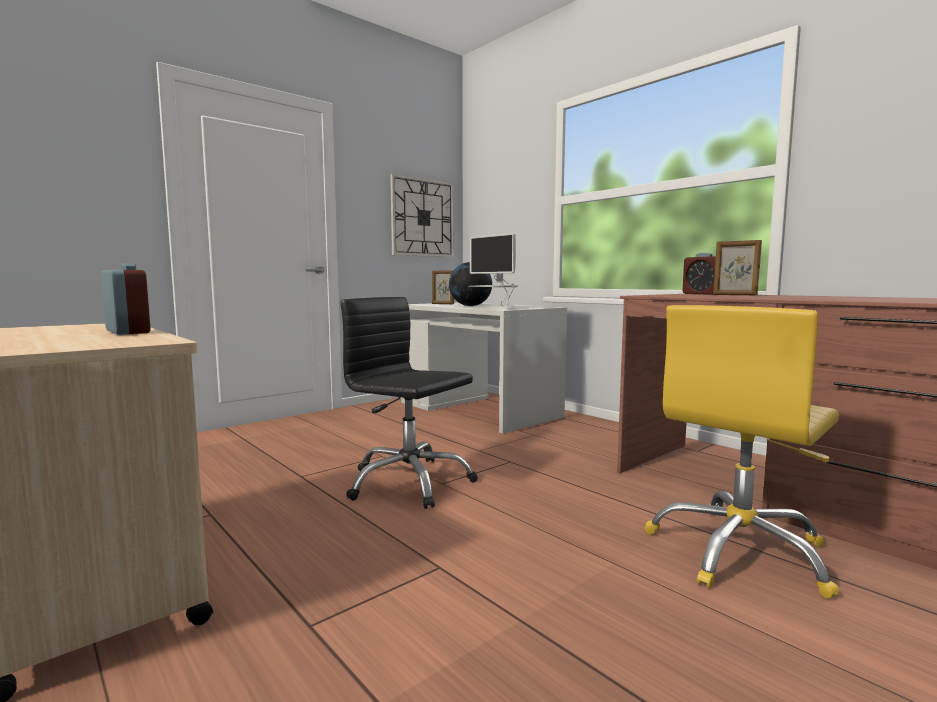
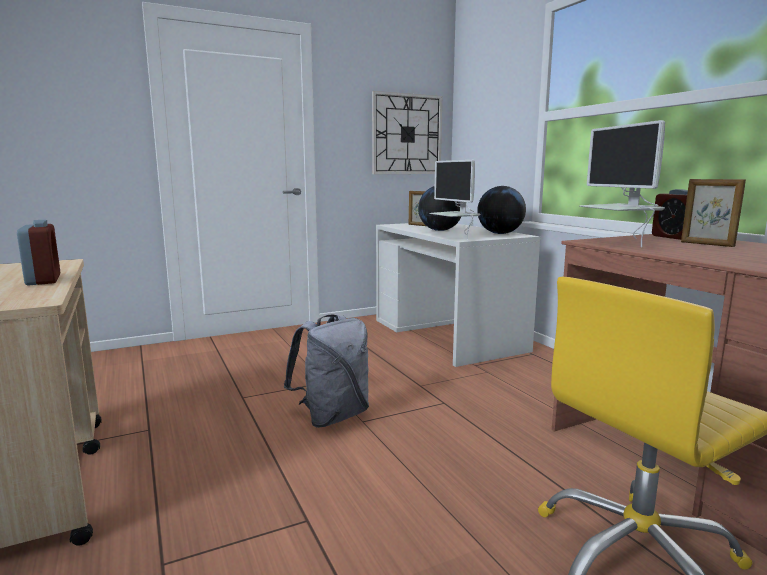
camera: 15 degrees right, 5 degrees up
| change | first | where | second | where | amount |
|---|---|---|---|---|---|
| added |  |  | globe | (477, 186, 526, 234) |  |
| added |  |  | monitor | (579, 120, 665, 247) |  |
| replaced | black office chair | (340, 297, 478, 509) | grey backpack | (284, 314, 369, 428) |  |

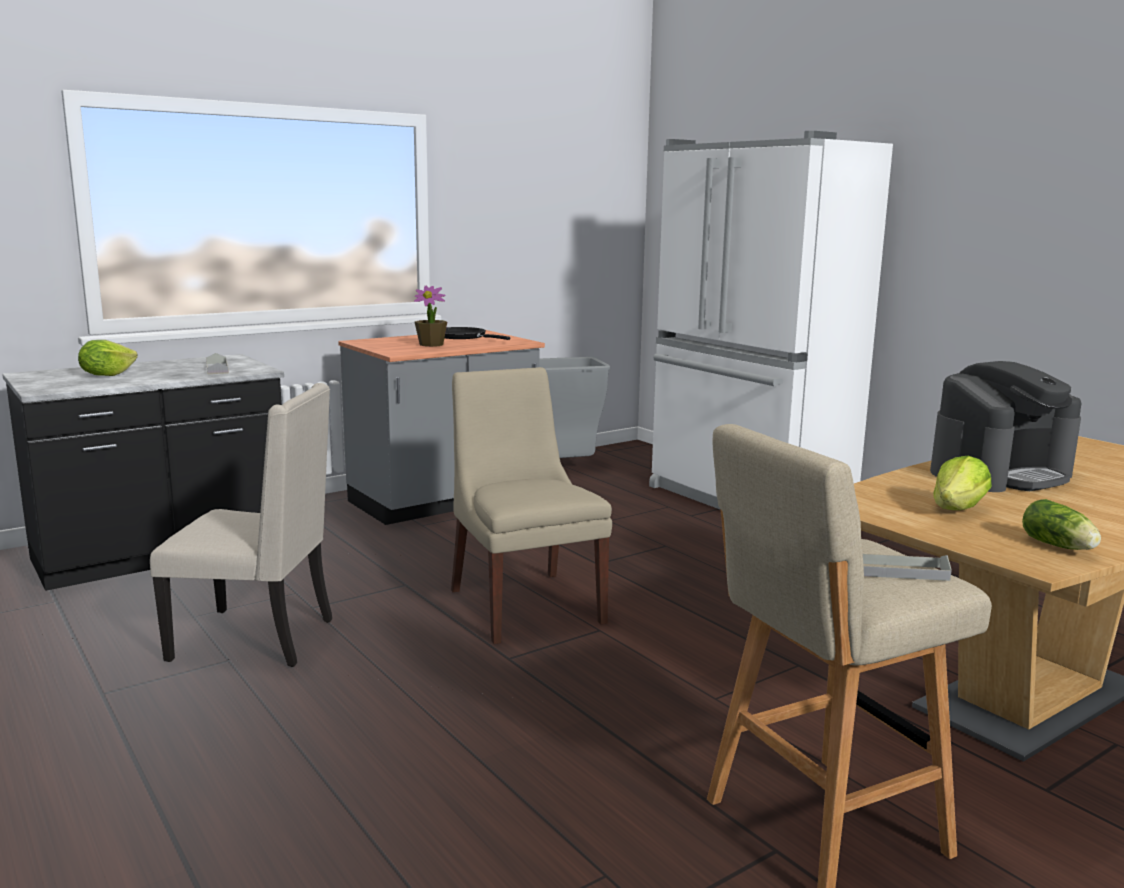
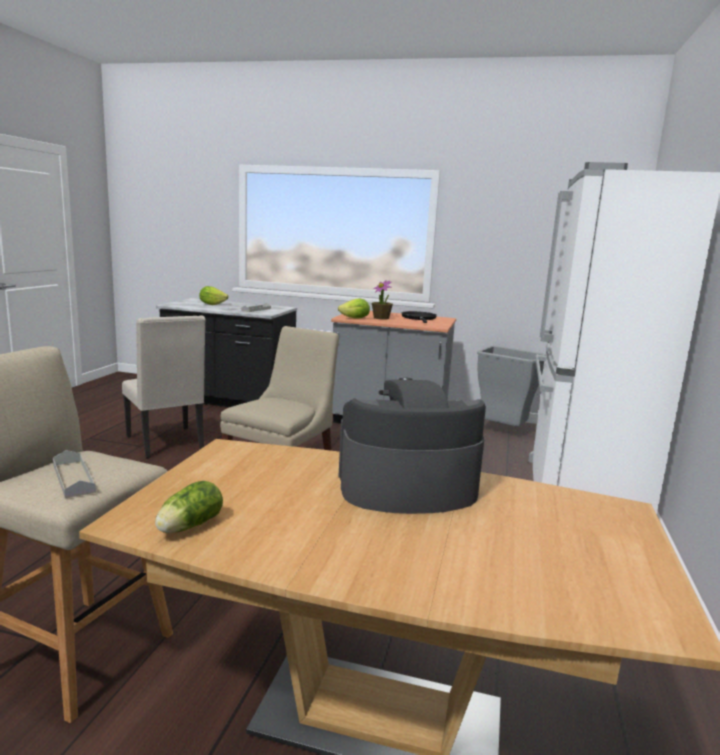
camera: 50 degrees right, 0 degrees up
| change | first | where | second | where | amount |
|---|---|---|---|---|---|
| moved | lettuce | (933, 456, 992, 510) |  | (338, 299, 370, 318) |  |
| turned | coffee machine | (930, 361, 1081, 492) |  | (338, 378, 486, 514) | 150 degrees clockwise |

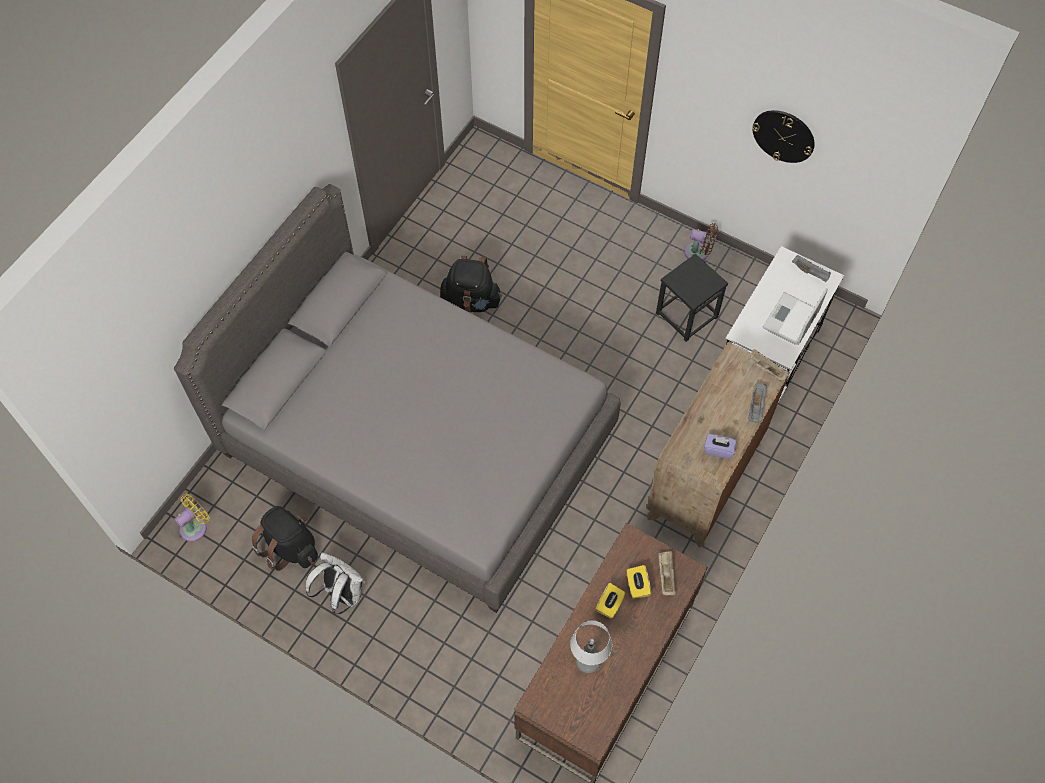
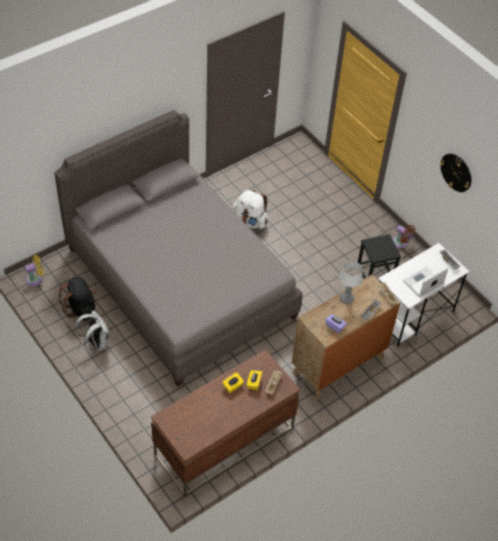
camera: 20 degrees right, 10 degrees down
| change | first | where | second | where | amount |
|---|---|---|---|---|---|
| moved | table lamp | (570, 620, 612, 673) |  | (339, 261, 363, 304) |  |
| recoloured | black backpack | (440, 256, 502, 312) | white backpack | (232, 190, 268, 229) |  |

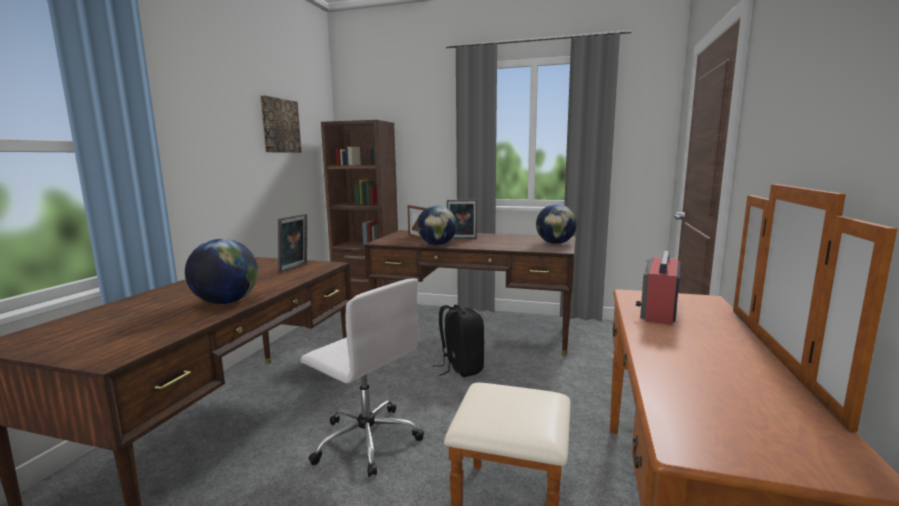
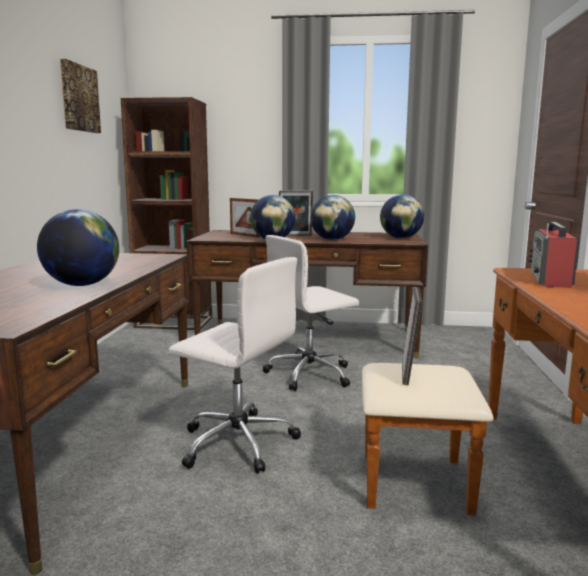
camera: 10 degrees left, 0 degrees up
| change | first | where | second | where | amount |
|---|---|---|---|---|---|
| added |  |  | globe | (310, 195, 355, 240) |  |
| moved | picture frame | (278, 214, 307, 272) |  | (402, 287, 422, 385) |  |
| replaced | black backpack | (433, 305, 484, 377) | white office chair | (263, 235, 359, 391) |  |

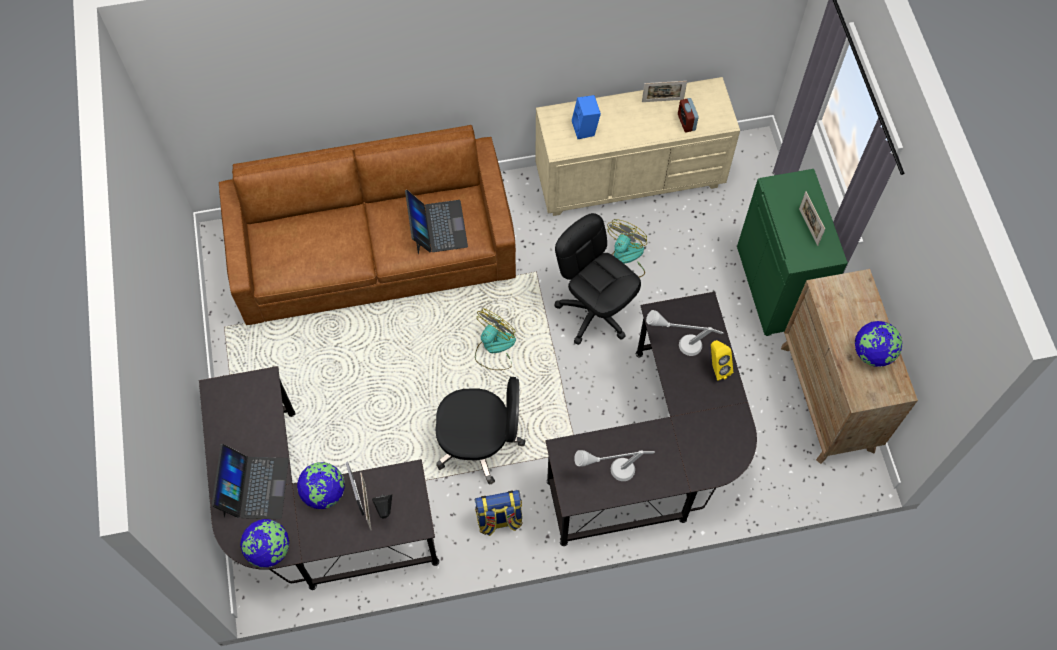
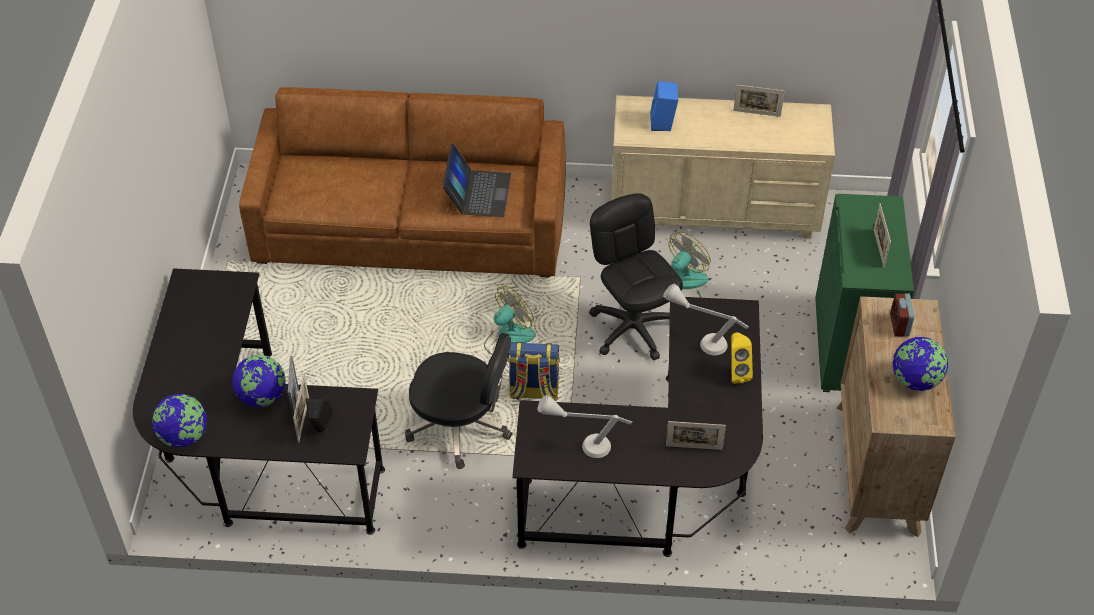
camera: 15 degrees right, 15 degrees down
| change | first | where | second | where | amount |
|---|---|---|---|---|---|
| removed | laptop | (212, 444, 289, 519) |  |  |  |
| added |  |  | picture frame | (666, 421, 726, 450) |  |
| moved | backpack | (475, 490, 523, 536) |  | (508, 342, 560, 401) |  |
| moved | alarm clock | (678, 98, 699, 133) |  | (890, 293, 915, 336) |  |

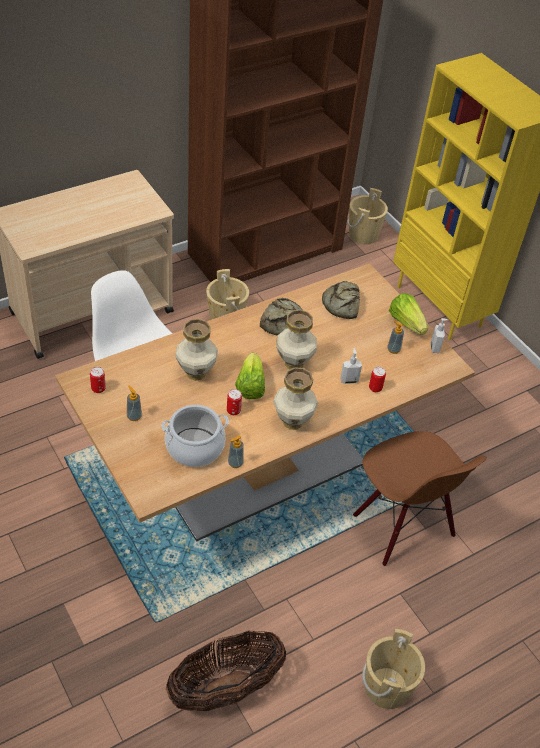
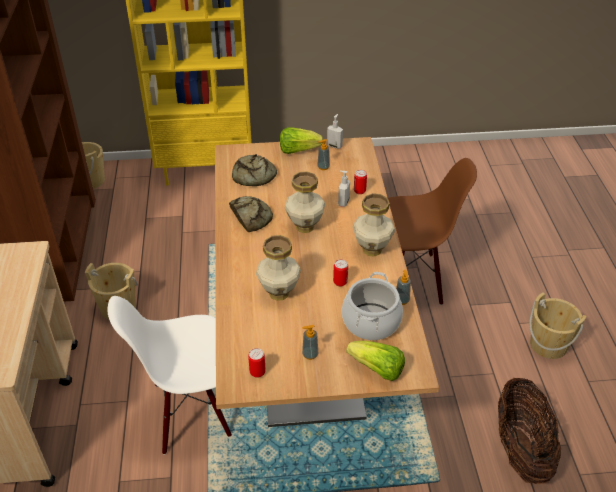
camera: 60 degrees left, 5 degrees down
| change | first | where | second | where | amount |
|---|---|---|---|---|---|
| moved | lettuce | (235, 353, 265, 399) |  | (346, 341, 405, 381) |  |

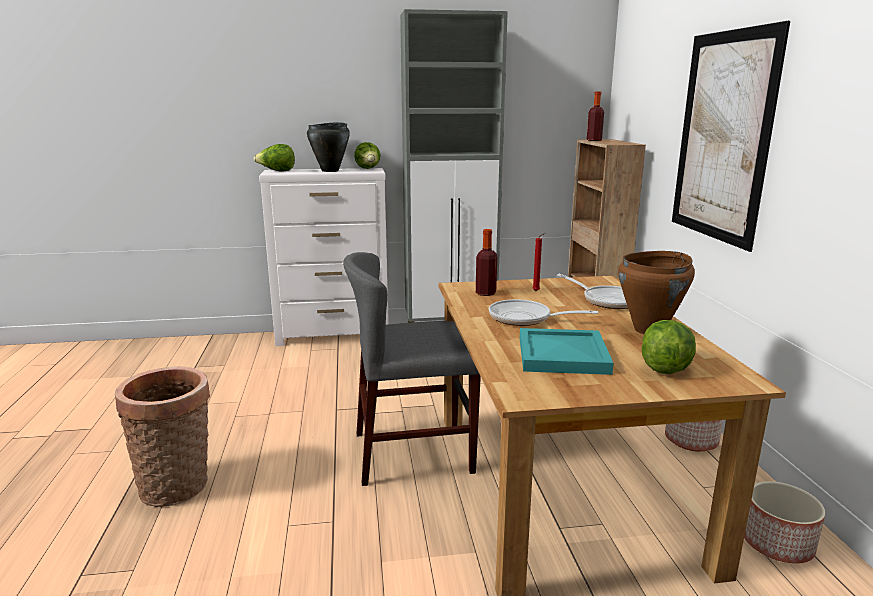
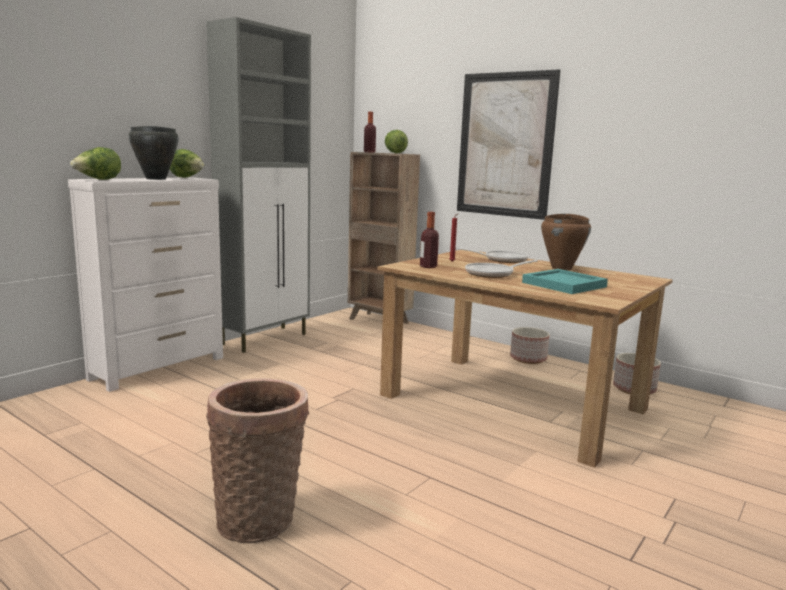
camera: 45 degrees left, 5 degrees down
| change | first | where | second | where | amount |
|---|---|---|---|---|---|
| removed | grey chair | (343, 252, 481, 486) |  |  |  |
| moved | lettuce | (642, 320, 696, 374) |  | (385, 130, 408, 153) |  |

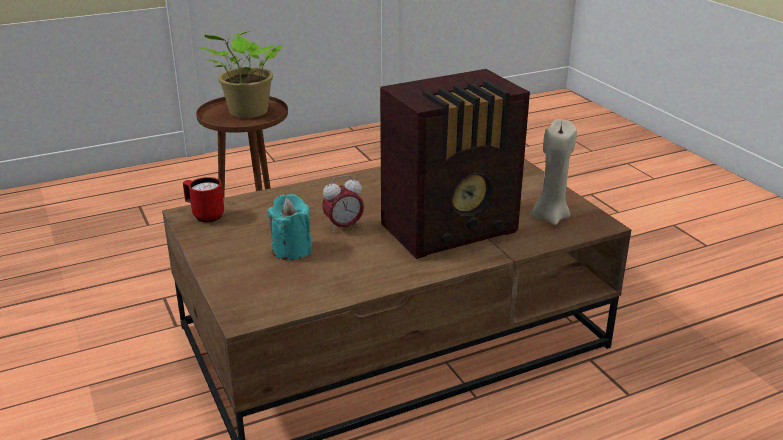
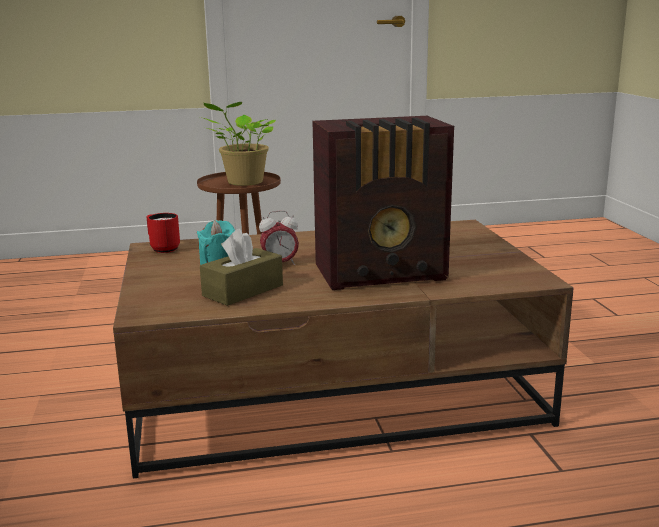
camera: 15 degrees right, 10 degrees down
| change | first | where | second | where | amount |
|---|---|---|---|---|---|
| removed | beige candle | (532, 119, 577, 225) |  |  |  |
| added |  |  | brown tissue box | (200, 229, 283, 306) |  |

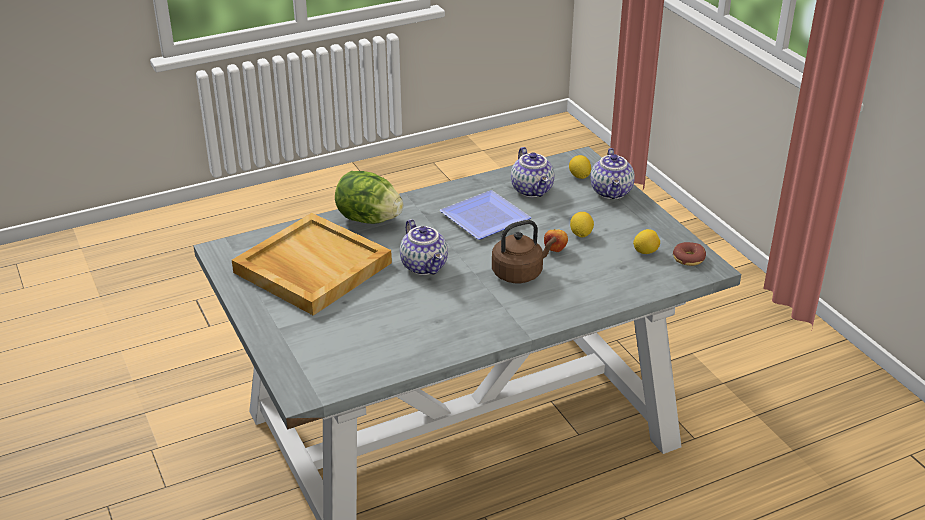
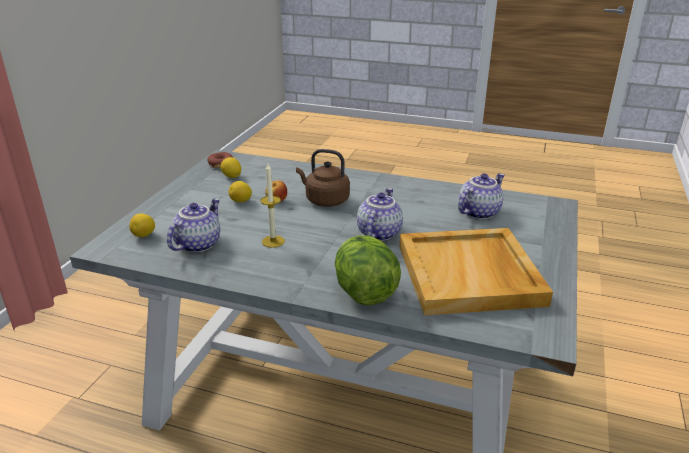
camera: 135 degrees left, 5 degrees down
| change | first | where | second | where | amount |
|---|---|---|---|---|---|
| moved | teapot | (591, 148, 635, 199) |  | (458, 173, 504, 219) |  |
| replaced | plate | (439, 190, 531, 240) | candle | (260, 164, 285, 248) |  |

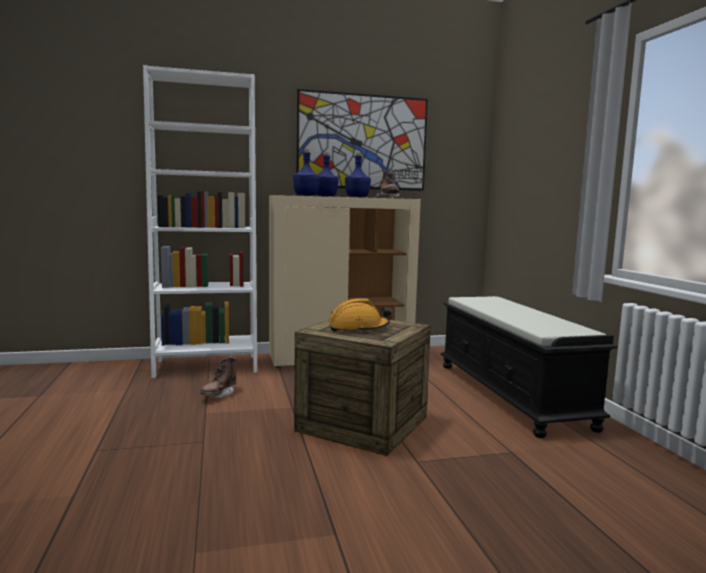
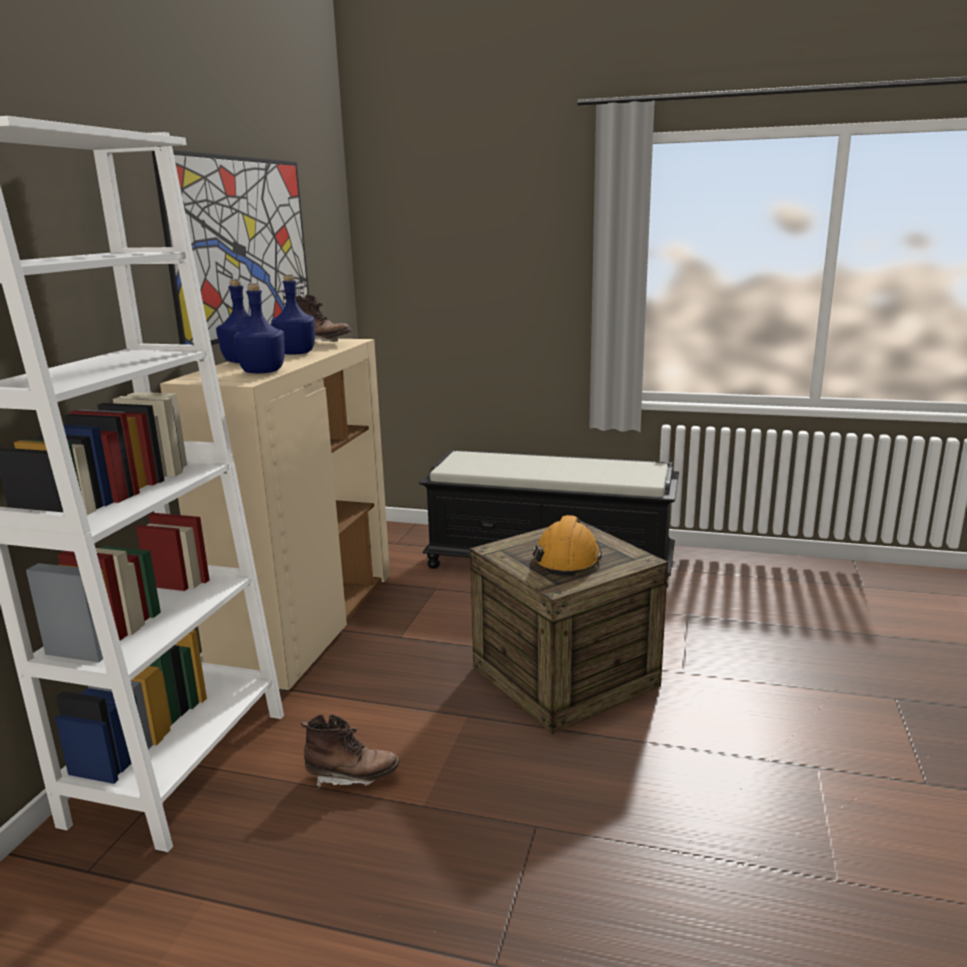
camera: 60 degrees left, 10 degrees up
| change | first | where | second | where | amount |
|---|---|---|---|---|---|
| turned | brown boot | (200, 355, 237, 398) |  | (301, 714, 399, 788) | 45 degrees counterclockwise |

